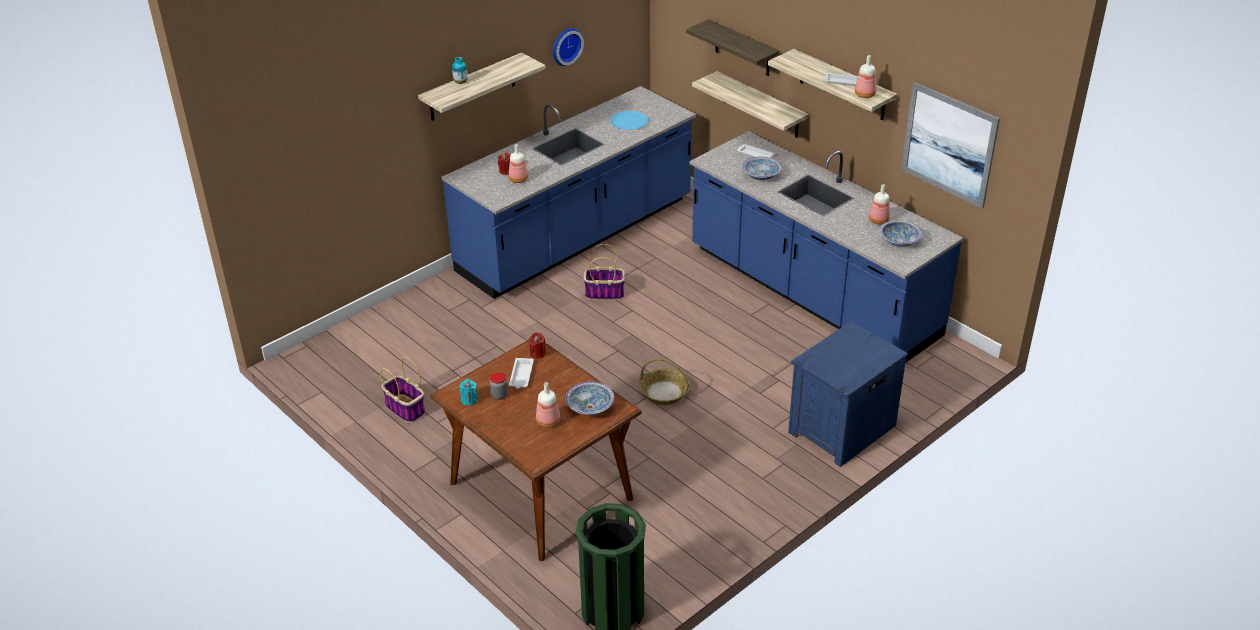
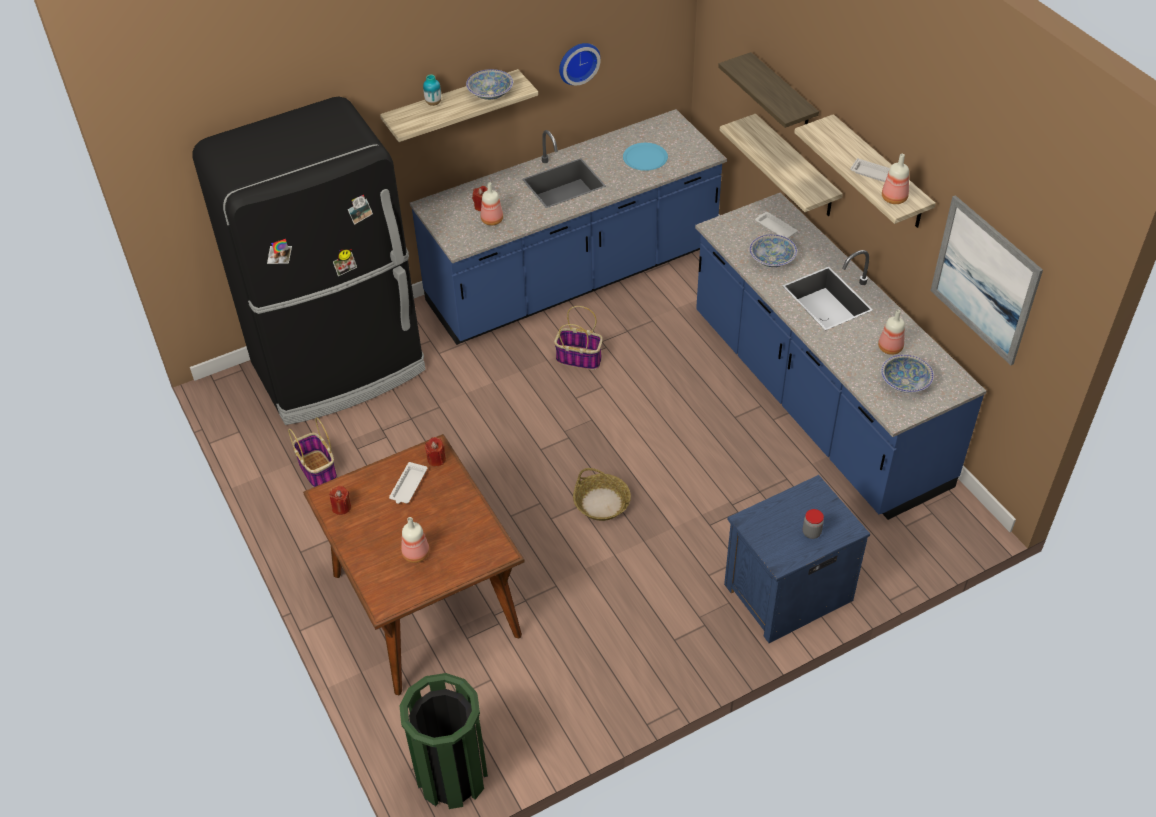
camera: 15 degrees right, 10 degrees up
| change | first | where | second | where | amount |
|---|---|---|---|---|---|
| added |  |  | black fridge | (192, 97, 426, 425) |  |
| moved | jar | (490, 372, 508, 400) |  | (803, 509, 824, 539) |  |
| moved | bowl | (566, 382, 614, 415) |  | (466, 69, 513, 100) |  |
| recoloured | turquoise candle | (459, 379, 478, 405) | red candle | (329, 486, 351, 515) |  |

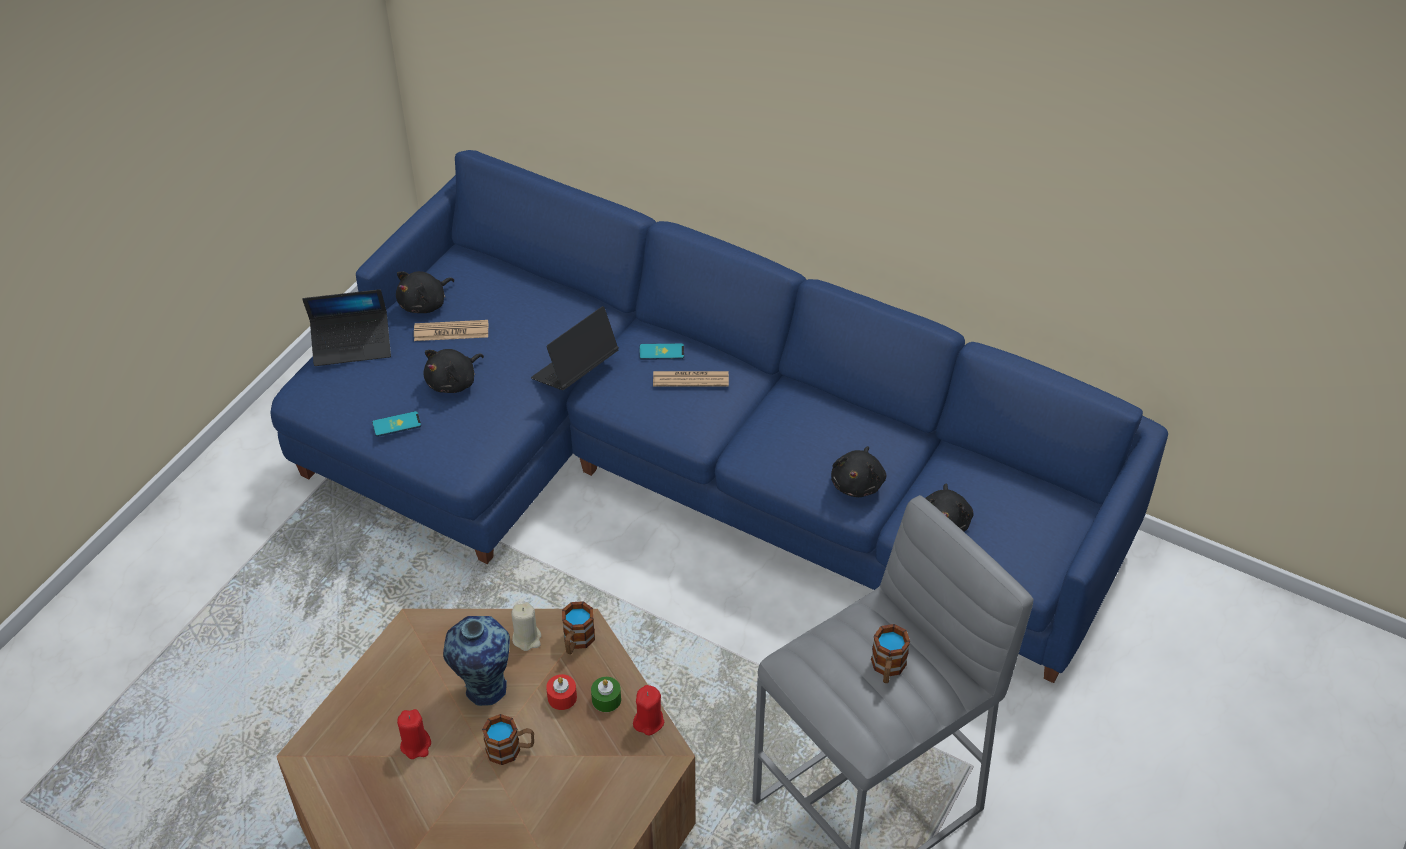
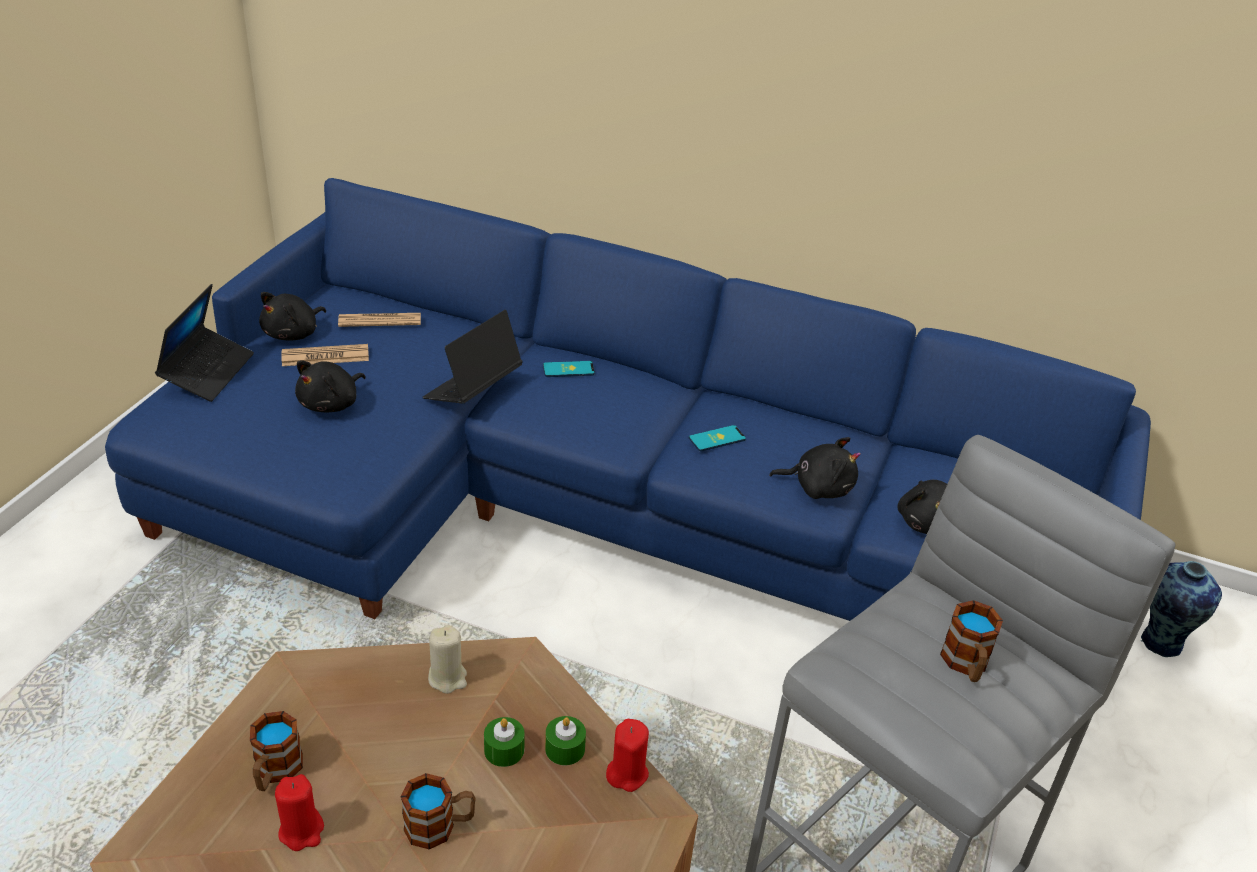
camera: 10 degrees left, 10 degrees down
| change | first | where | second | where | amount |
|---|---|---|---|---|---|
| moved | phone | (372, 411, 421, 437) |  | (689, 425, 746, 451) |  |
| moved | vase | (443, 616, 510, 706) |  | (1141, 561, 1222, 657) |  |
| moved | mug | (562, 601, 595, 654) |  | (250, 711, 303, 791) |  |
| moved | newspaper | (653, 371, 729, 386) |  | (338, 313, 421, 327) |  |
| recoloured | red candle | (546, 674, 577, 710) | green candle | (484, 717, 525, 767) |  |
| turned | laptop | (302, 289, 391, 366) |  | (155, 284, 254, 402) | 60 degrees counterclockwise |
| turned | black plush toy | (831, 446, 886, 497) |  | (769, 437, 861, 499) | 90 degrees counterclockwise |

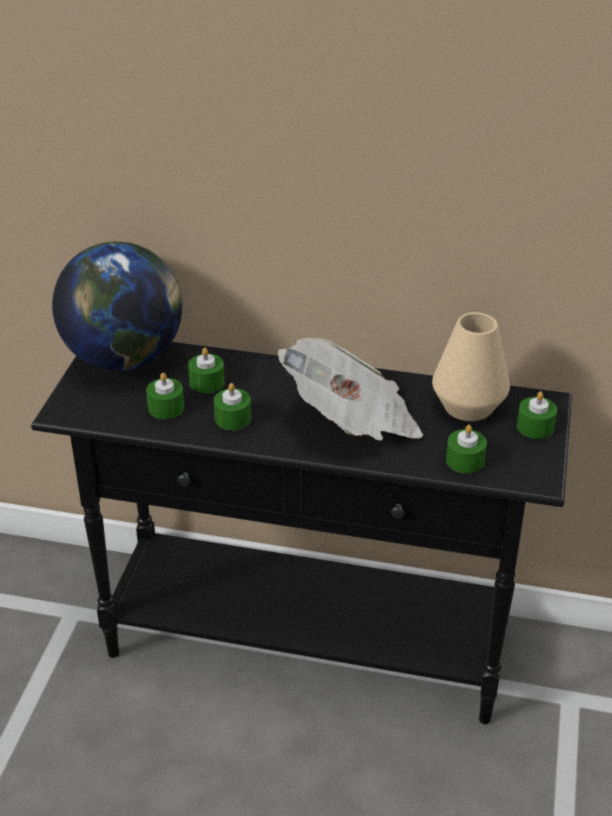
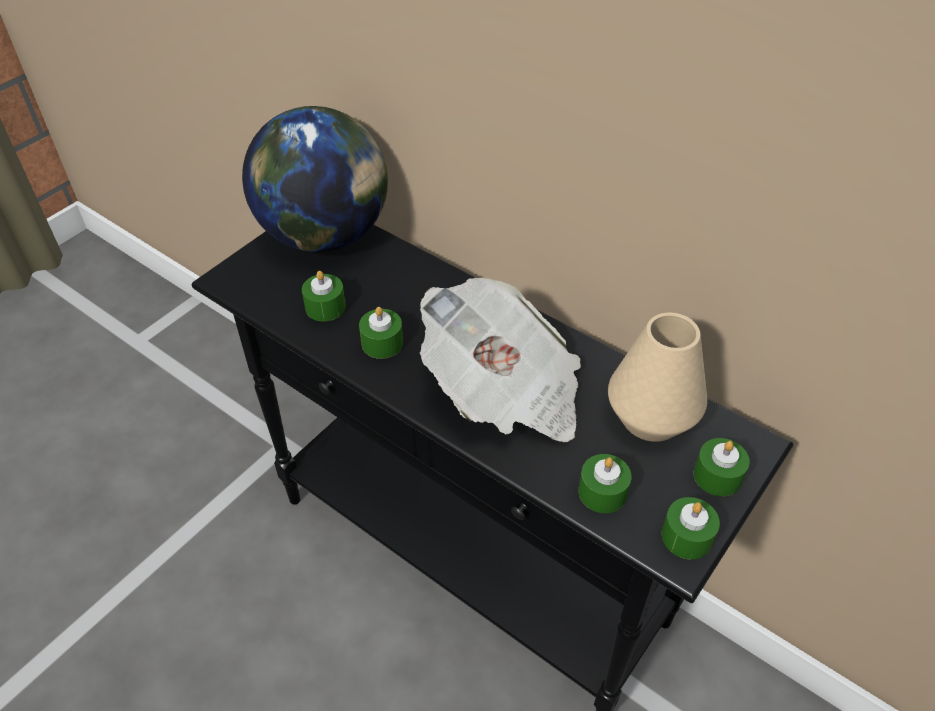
camera: 25 degrees right, 10 degrees up
| change | first | where | second | where | amount |
|---|---|---|---|---|---|
| moved | green candle | (188, 348, 225, 393) |  | (662, 497, 720, 560) |  |

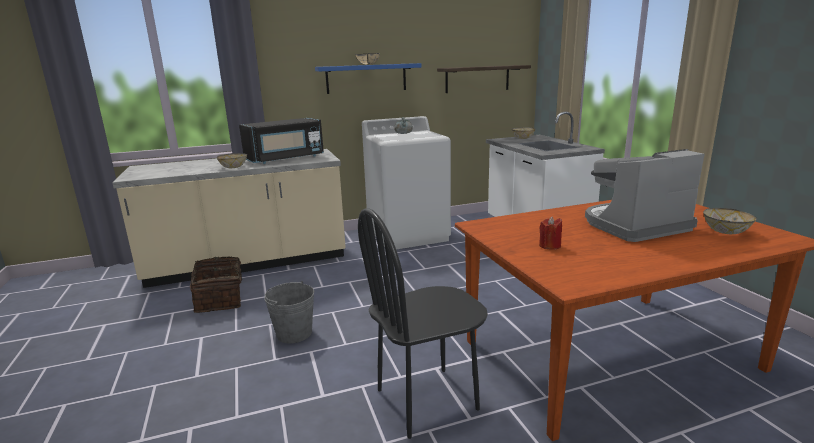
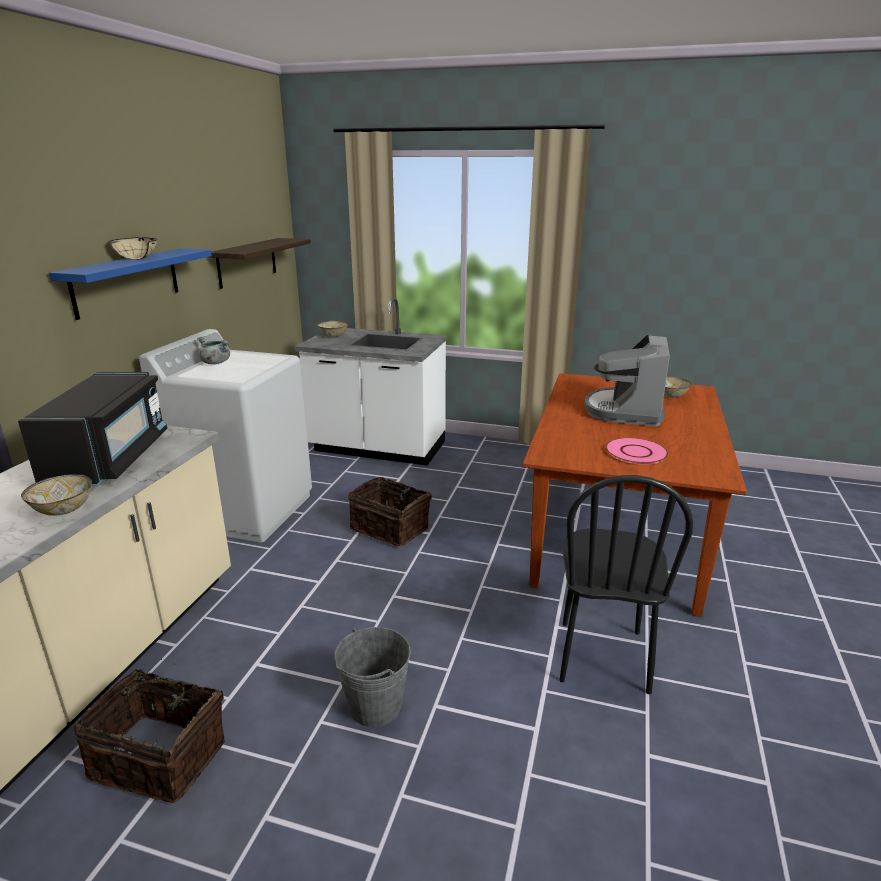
camera: 55 degrees left, 5 degrees up
| change | first | where | second | where | amount |
|---|---|---|---|---|---|
| added |  |  | basket | (349, 475, 432, 546) |  |
| replaced | red candle | (539, 216, 562, 249) | pink plate | (605, 438, 669, 465) |  |

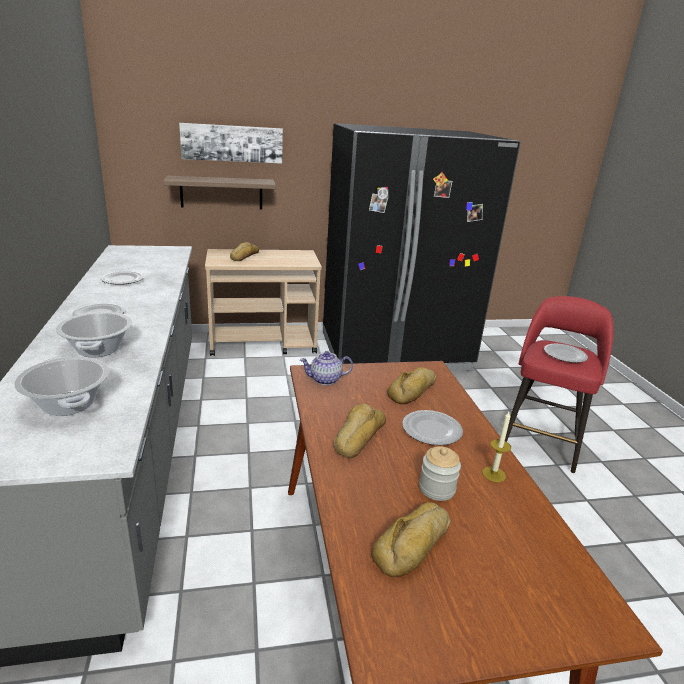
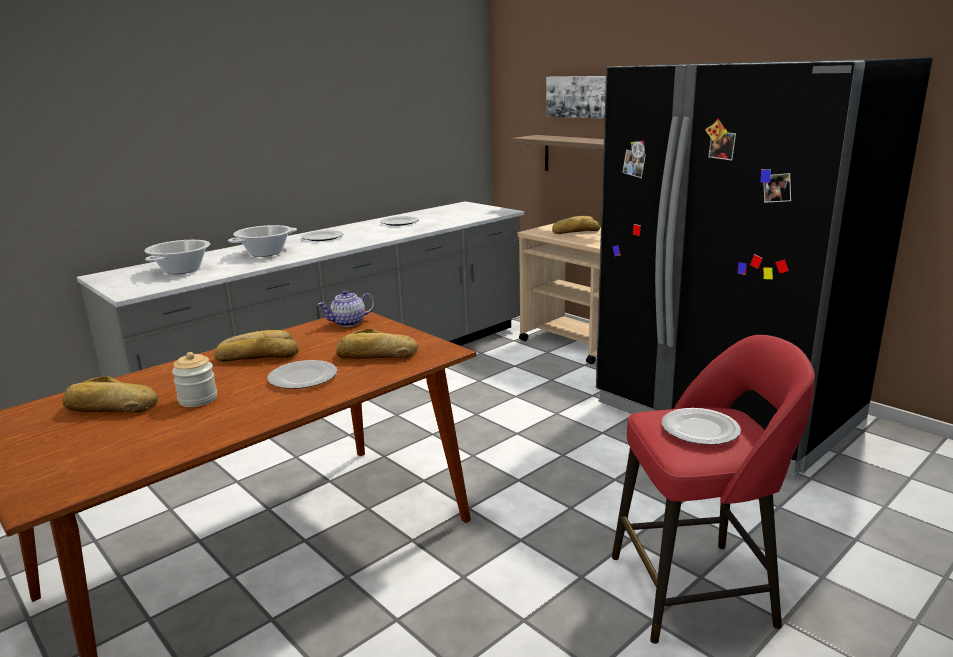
camera: 60 degrees right, 5 degrees down
| change | first | where | second | where | amount |
|---|---|---|---|---|---|
| removed | candle | (482, 412, 511, 482) |  |  |  |
| turned | teapot | (300, 351, 353, 385) |  | (318, 290, 375, 327) | 75 degrees counterclockwise |

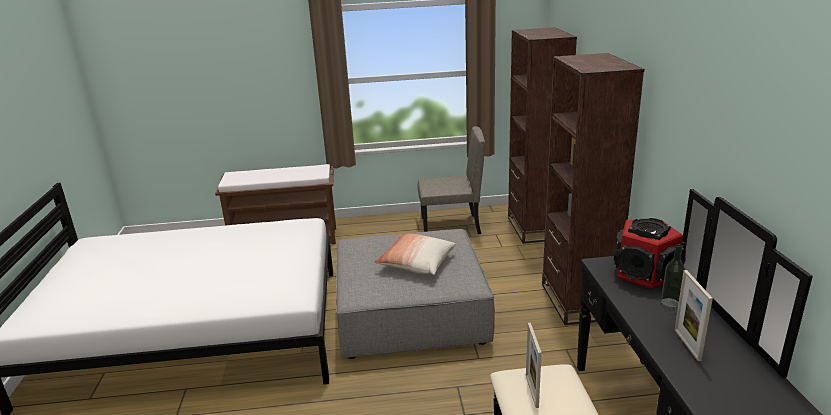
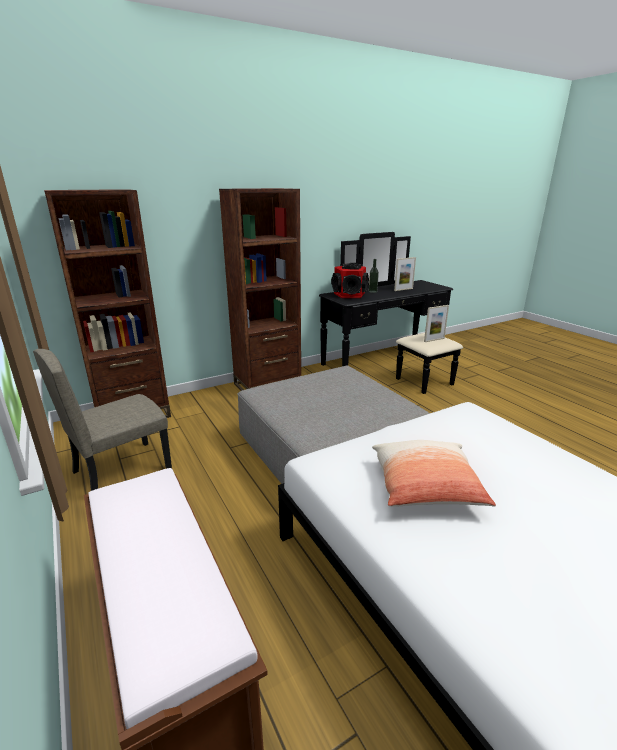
camera: 115 degrees left, 0 degrees up
| change | first | where | second | where | amount |
|---|---|---|---|---|---|
| moved | pillow | (374, 234, 456, 275) |  | (372, 440, 496, 507) |  |
| turned | beige chair | (417, 126, 485, 234) |  | (33, 349, 172, 491) | 105 degrees counterclockwise |

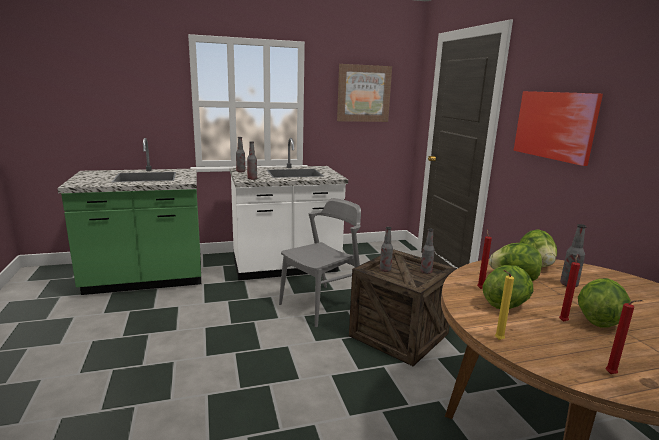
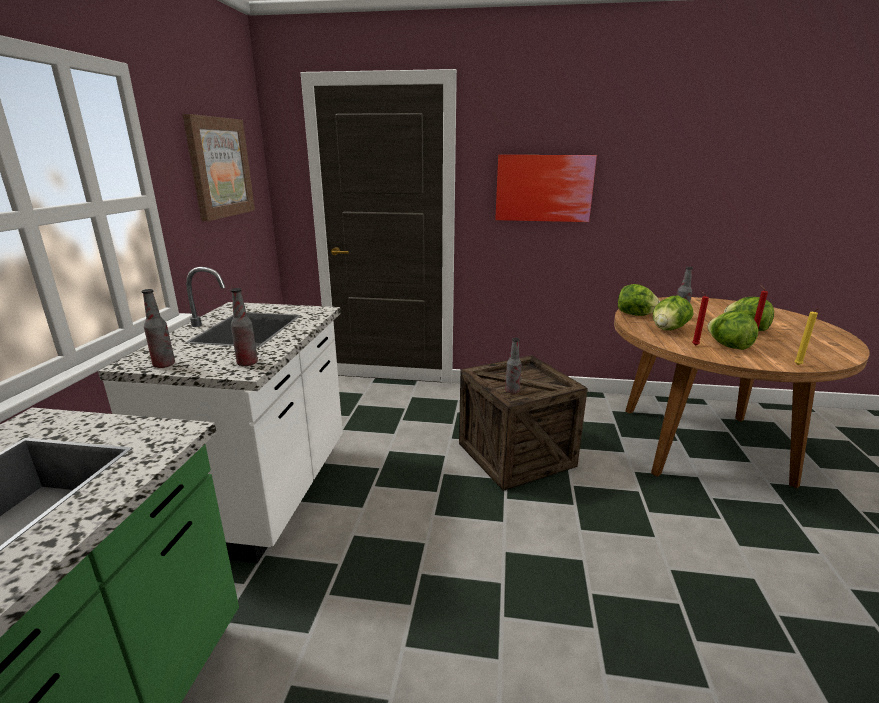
camera: 65 degrees left, 5 degrees up
| change | first | where | second | where | amount |
|---|---|---|---|---|---|
| removed | grey chair | (279, 198, 361, 327) |  |  |  |
| removed | bottle | (420, 229, 435, 274) |  |  |  |
| removed | red candle | (606, 300, 643, 374) |  |  |  |

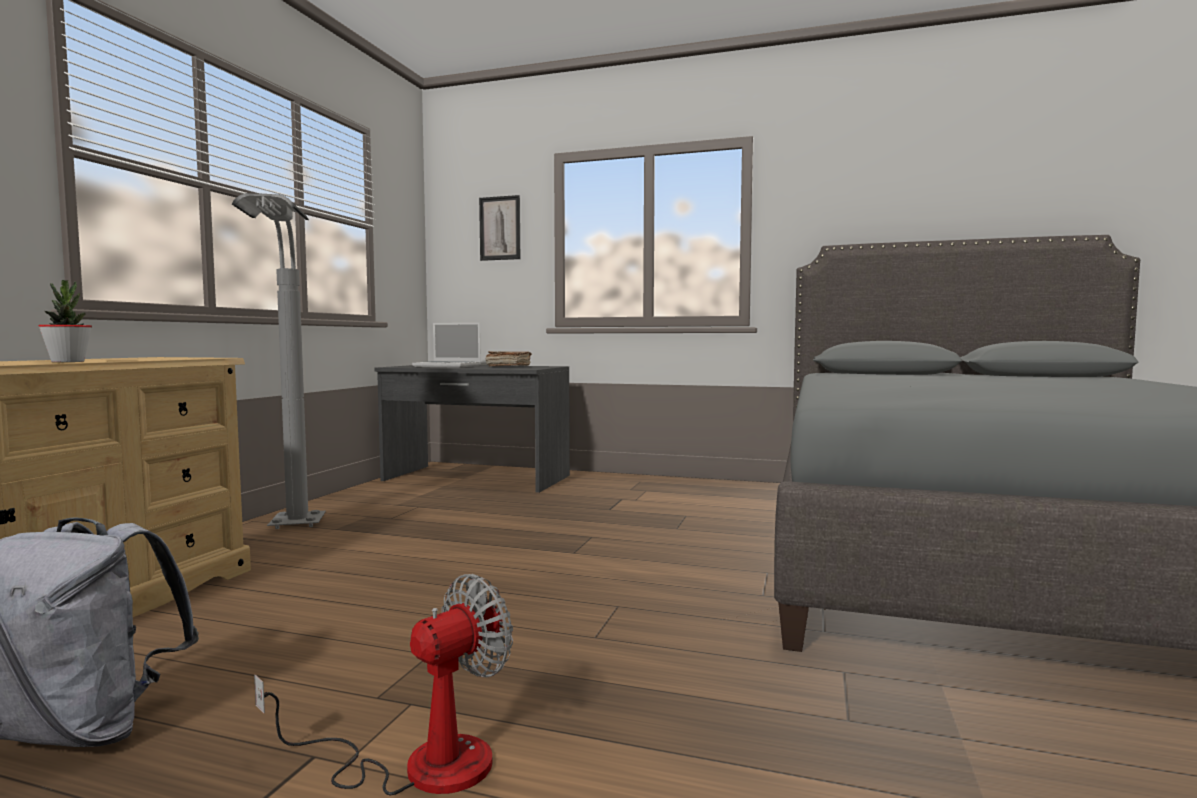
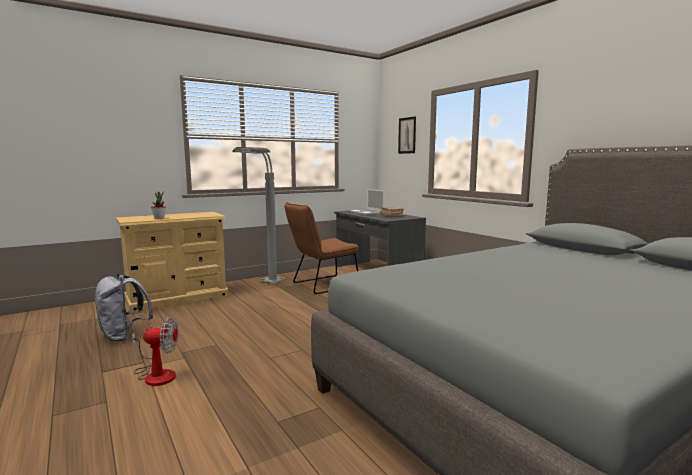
camera: 40 degrees right, 5 degrees up
| change | first | where | second | where | amount |
|---|---|---|---|---|---|
| added |  |  | brown chair | (284, 202, 359, 294) |  |

